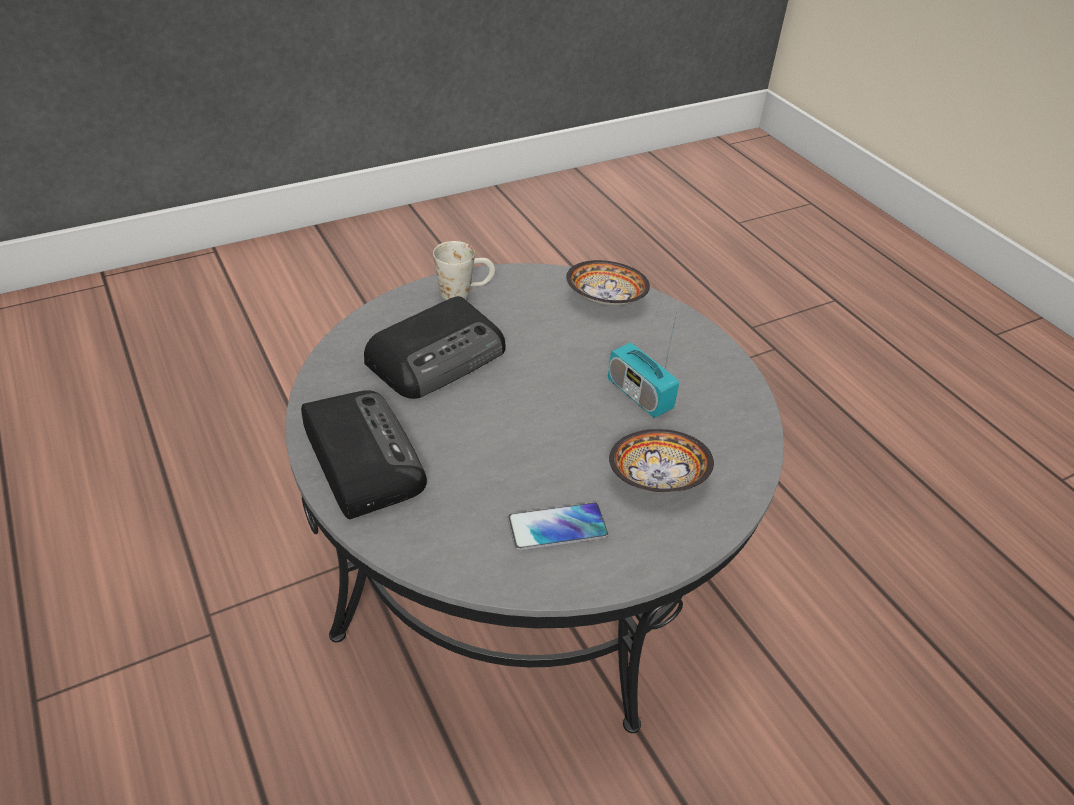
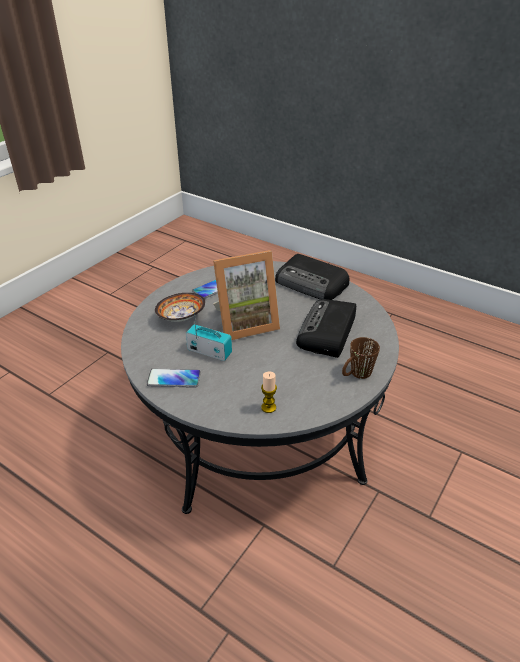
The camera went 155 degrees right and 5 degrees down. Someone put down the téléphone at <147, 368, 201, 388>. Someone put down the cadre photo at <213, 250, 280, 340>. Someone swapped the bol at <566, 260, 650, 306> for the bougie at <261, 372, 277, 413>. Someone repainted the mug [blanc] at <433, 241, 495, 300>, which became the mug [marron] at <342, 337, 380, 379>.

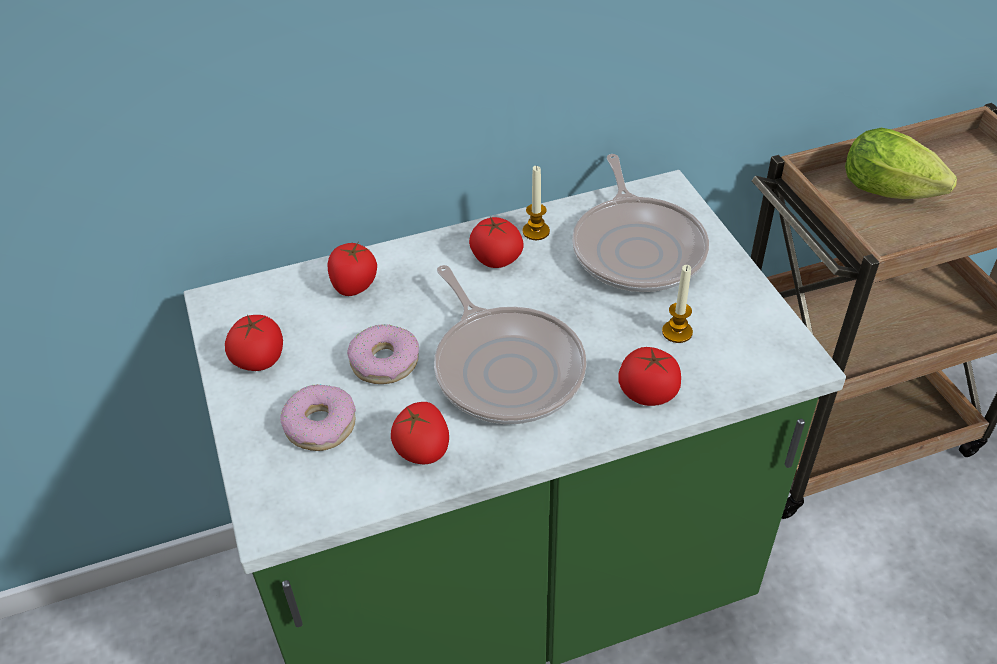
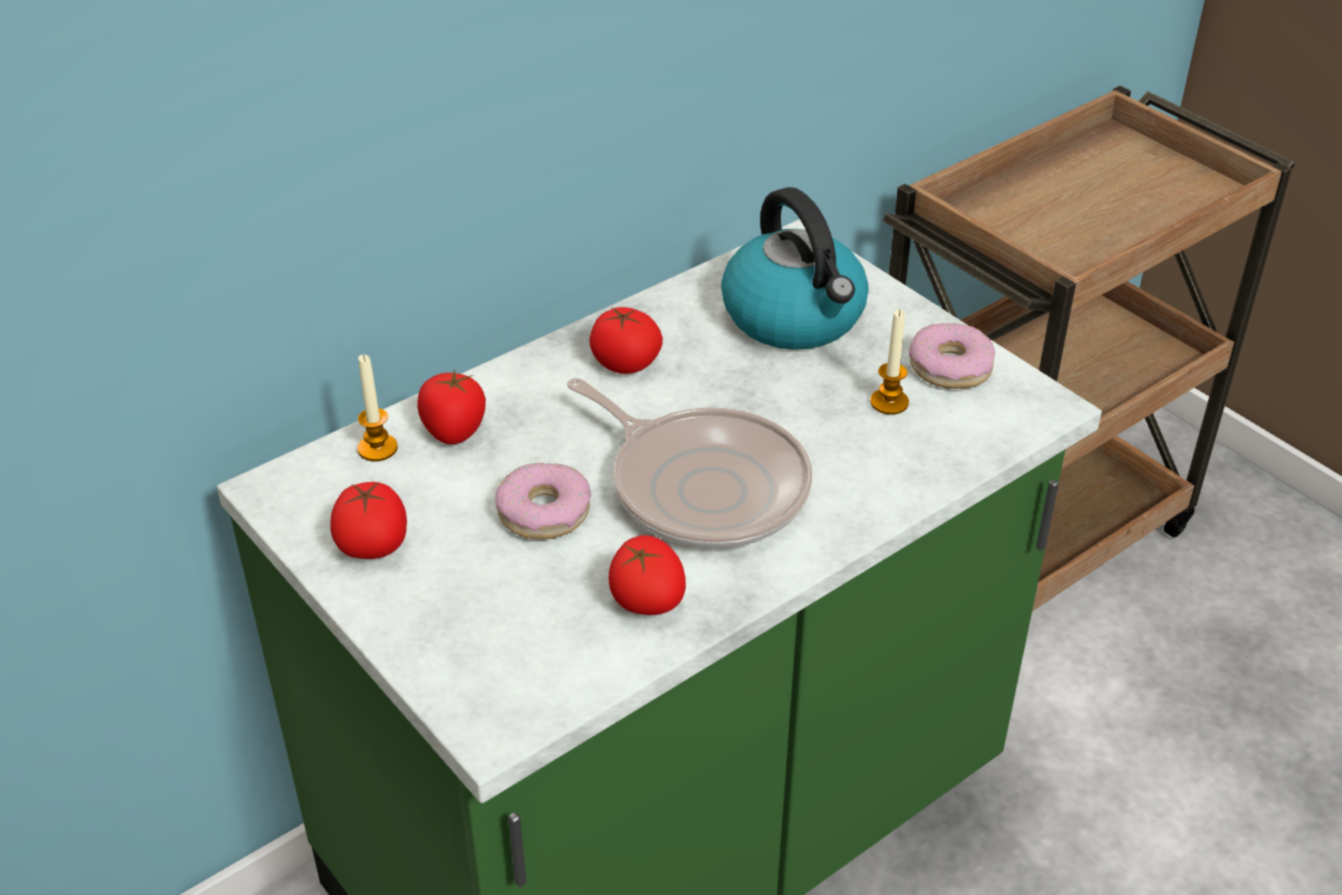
The camera went 20 degrees left and 5 degrees down. Someone took away the tomate at <618, 347, 681, 406>. Someone took away the laitue at <845, 128, 957, 199>. Someone carried the beignet from <281, 384, 356, 451> to <909, 323, 995, 389>. Someone carried the bougie from <523, 166, 550, 240> to <357, 354, 398, 462>. Someone swapped the poêle at <572, 154, 709, 292> for the bouilloire at <721, 187, 869, 350>.

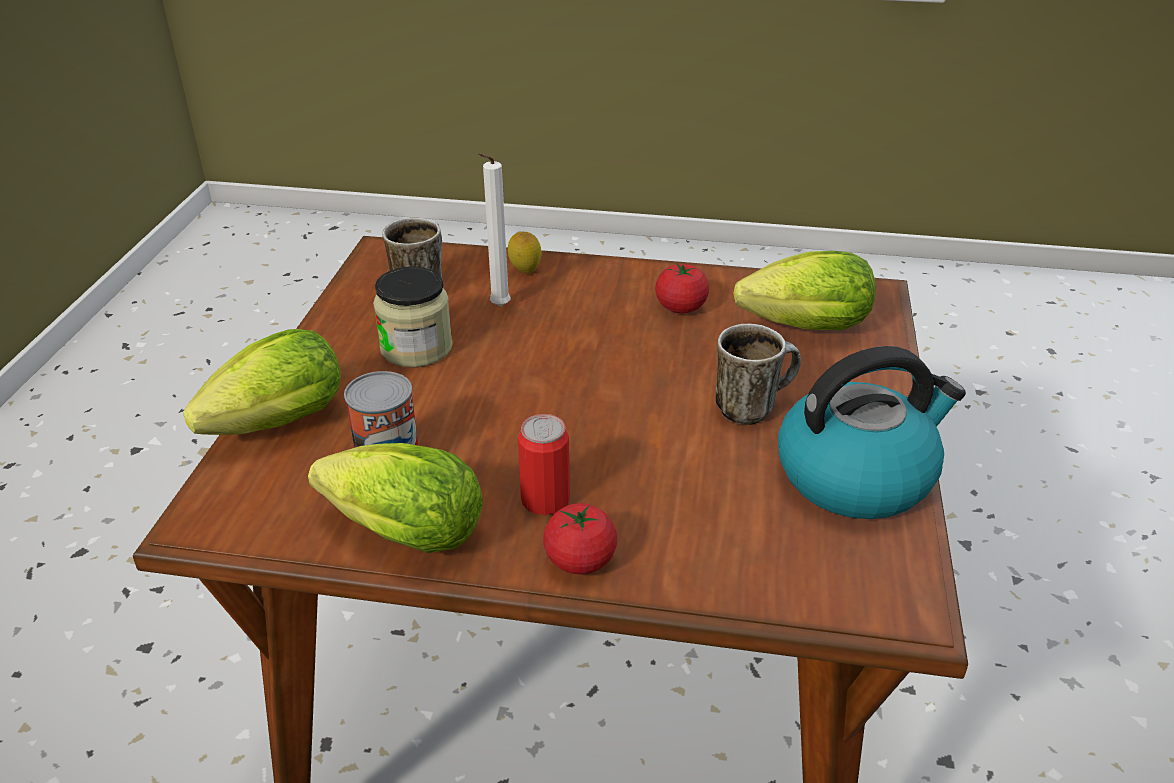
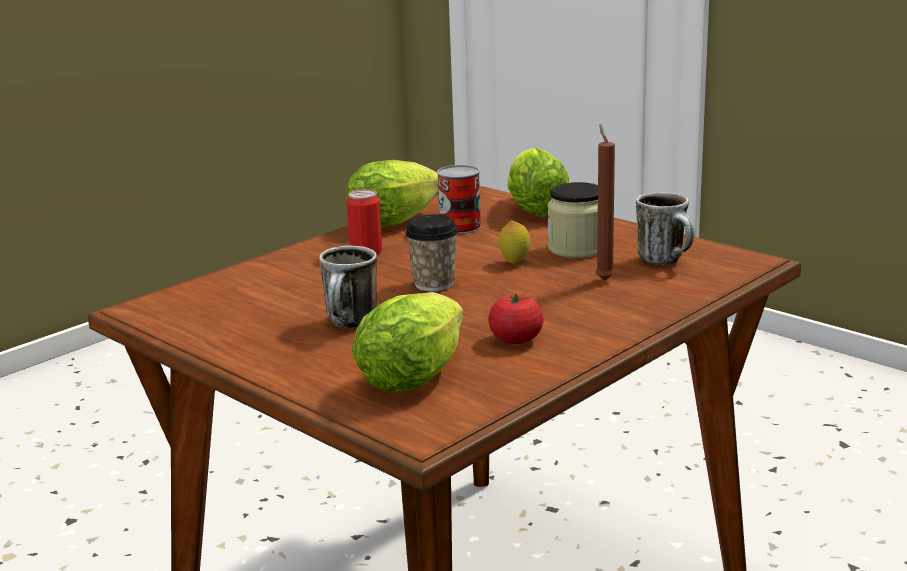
The camera went 125 degrees right and 15 degrees down. Someone took away the tomate at <543, 503, 617, 575>. Someone took away the bouilloire at <778, 346, 966, 519>. Someone put down the tasse at <405, 215, 458, 292>. Someone carried the citron from <508, 232, 541, 273> to <499, 220, 530, 264>. Someone repainted the bougie [blanc] at <478, 153, 511, 307>, which became the bougie [marron] at <595, 124, 615, 280>.

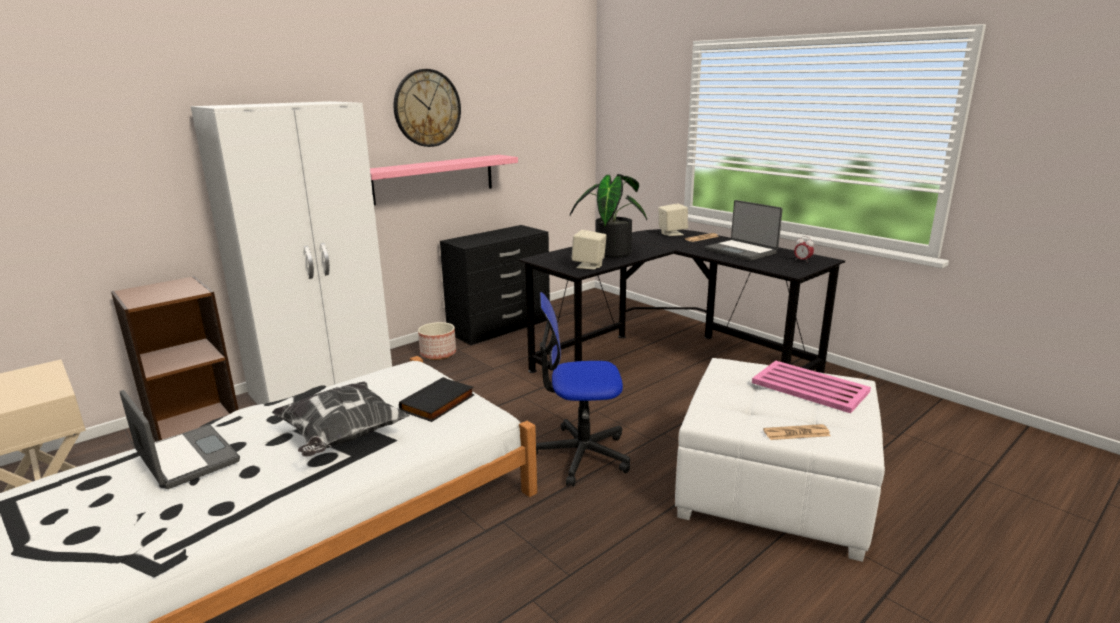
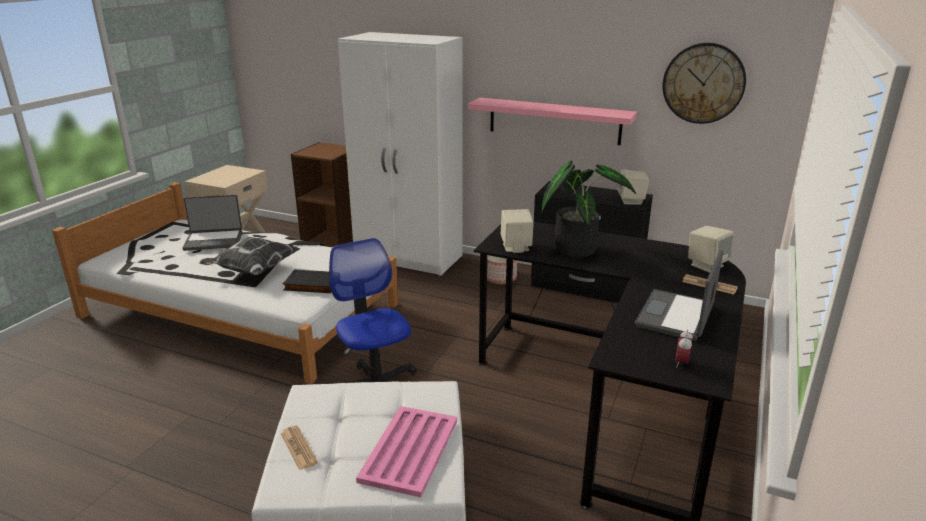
The camera went 65 degrees right and 5 degrees up. Someone put down the enceinte [beige] at <618, 169, 649, 204>. Someone carried the horloge murale from <393, 69, 461, 147> to <663, 43, 746, 124>. Someone rotated the ordinateur portable at <120, 390, 240, 489> by 60 degrees clockwise.

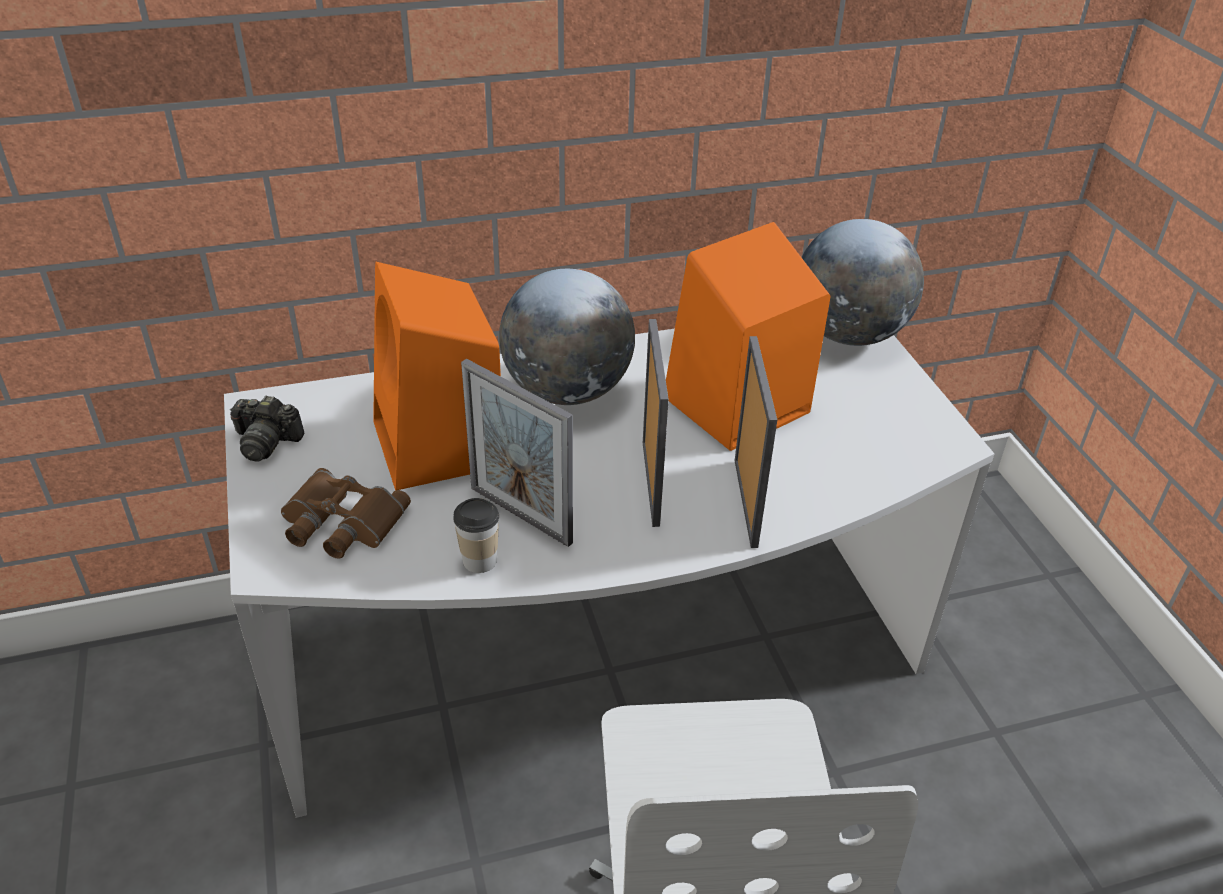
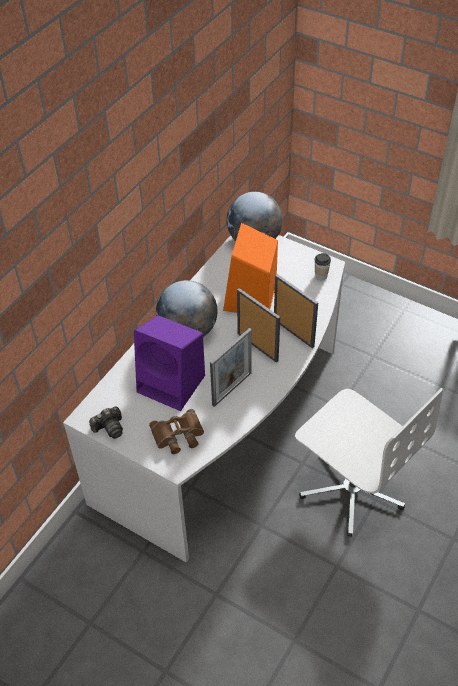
The camera went 40 degrees left and 10 degrees up. Someone carried the tasse from <453, 498, 499, 573> to <315, 253, 331, 280>. Someone repainted the enceinte [orange] at <373, 262, 501, 490>, which became the enceinte [violet] at <134, 315, 205, 411>. Someone rotated the cadre photo at <461, 359, 573, 547> by 45 degrees counterclockwise.

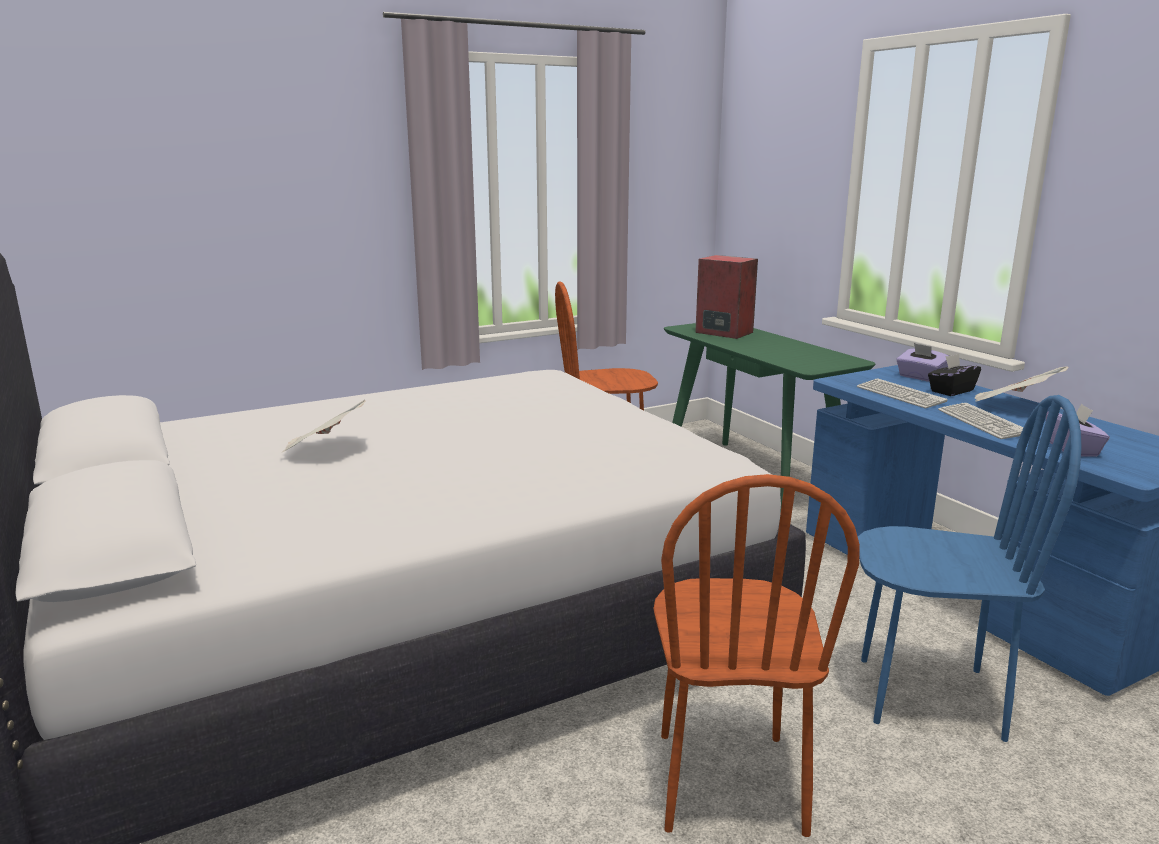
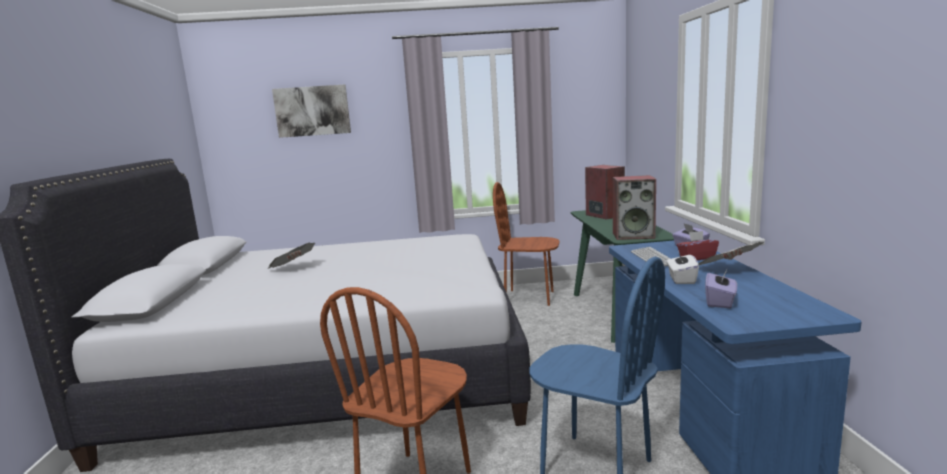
The camera went 25 degrees right and 5 degrees down. Someone put up the tableau at <272, 84, 351, 138>. Someone put down the enceinte at <613, 175, 656, 240>. Someone swapped the clavier at <938, 403, 1024, 439> for the boîte à mouchoirs [blanc] at <667, 251, 699, 284>. Someone repainted the boîte à mouchoirs [noir] at <928, 354, 981, 396>, which became the boîte à mouchoirs [rouge] at <677, 231, 719, 260>.

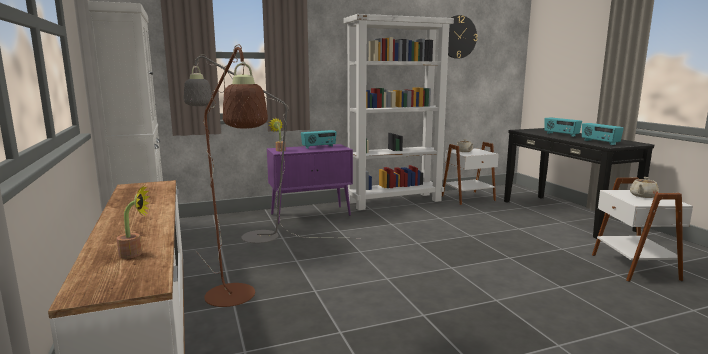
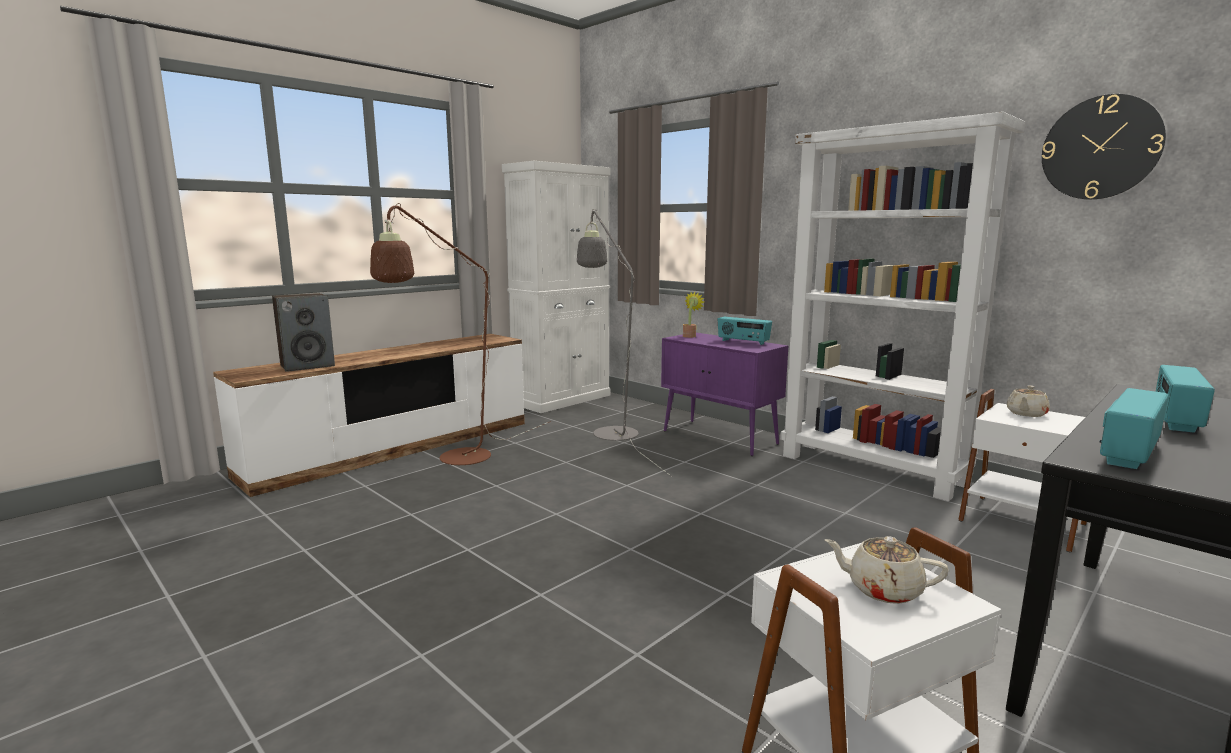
The camera went 65 degrees right and 0 degrees up. Someone swapped the plante en pot at <116, 185, 150, 259> for the enceinte at <272, 293, 335, 372>.

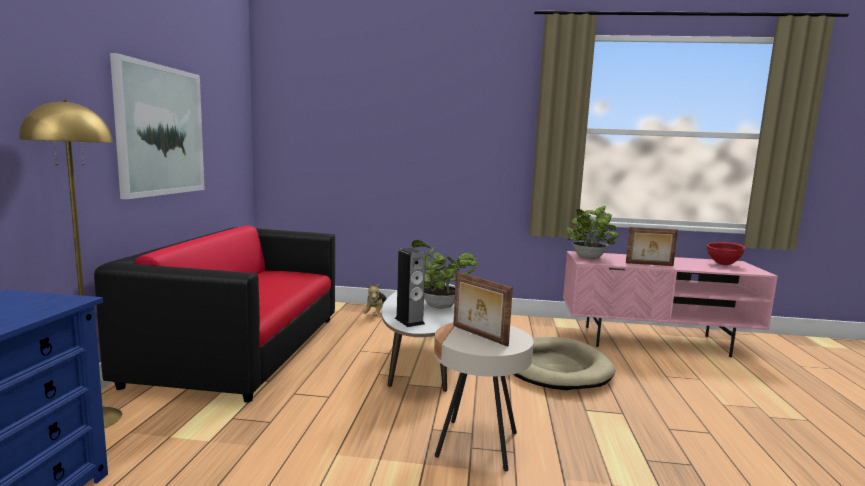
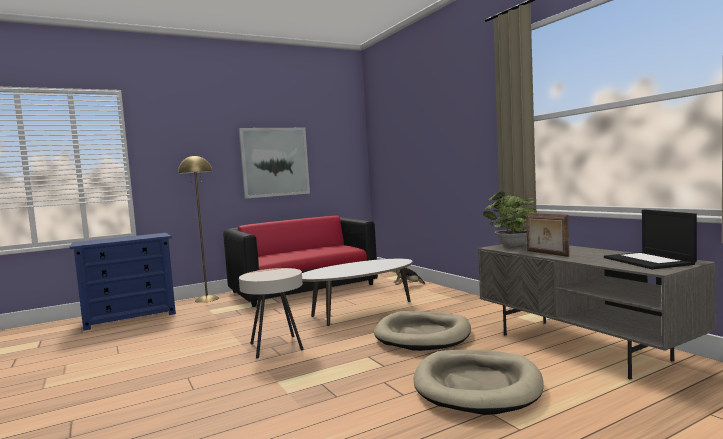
The camera went 55 degrees right and 5 degrees down. Someone took away the enceinte at <395, 248, 426, 327>. Someone took away the plante en pot at <412, 240, 477, 309>. Someone took away the cadre photo at <453, 272, 513, 347>. Someone put down the panier pour chien [beige] at <414, 350, 544, 415>. Someone swapped the bol [rouge] at <707, 242, 745, 265> for the ordinateur portable at <604, 209, 697, 269>. Someone repainted the meuble télé [rose] at <563, 251, 778, 357>, which became the meuble télé [gris] at <478, 241, 716, 379>.

